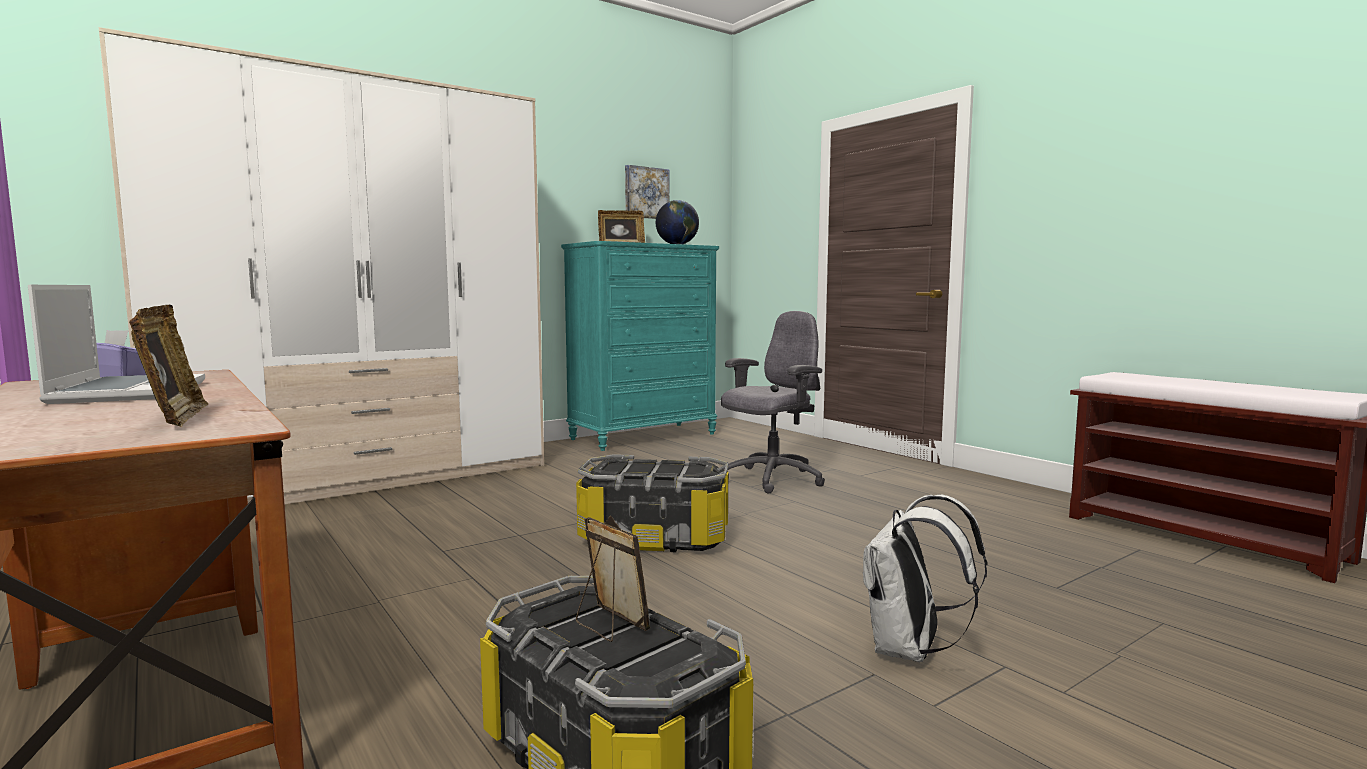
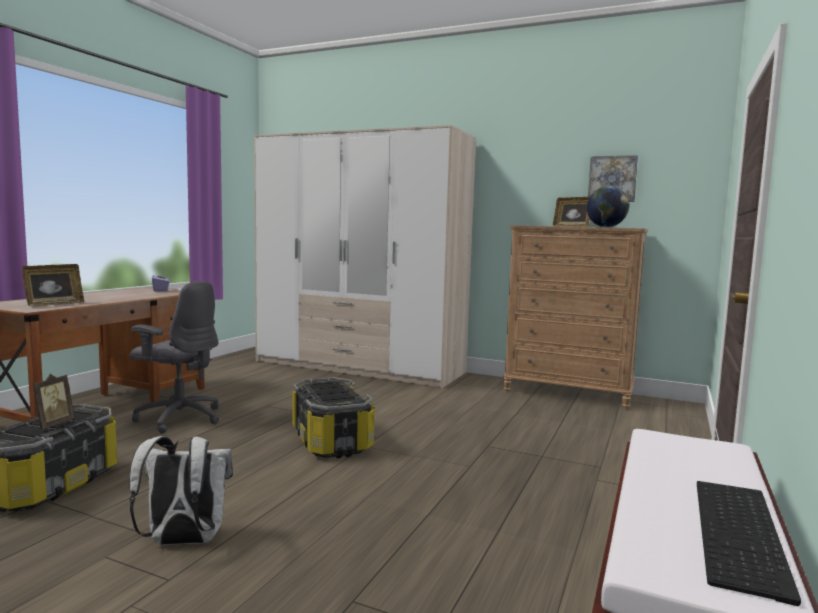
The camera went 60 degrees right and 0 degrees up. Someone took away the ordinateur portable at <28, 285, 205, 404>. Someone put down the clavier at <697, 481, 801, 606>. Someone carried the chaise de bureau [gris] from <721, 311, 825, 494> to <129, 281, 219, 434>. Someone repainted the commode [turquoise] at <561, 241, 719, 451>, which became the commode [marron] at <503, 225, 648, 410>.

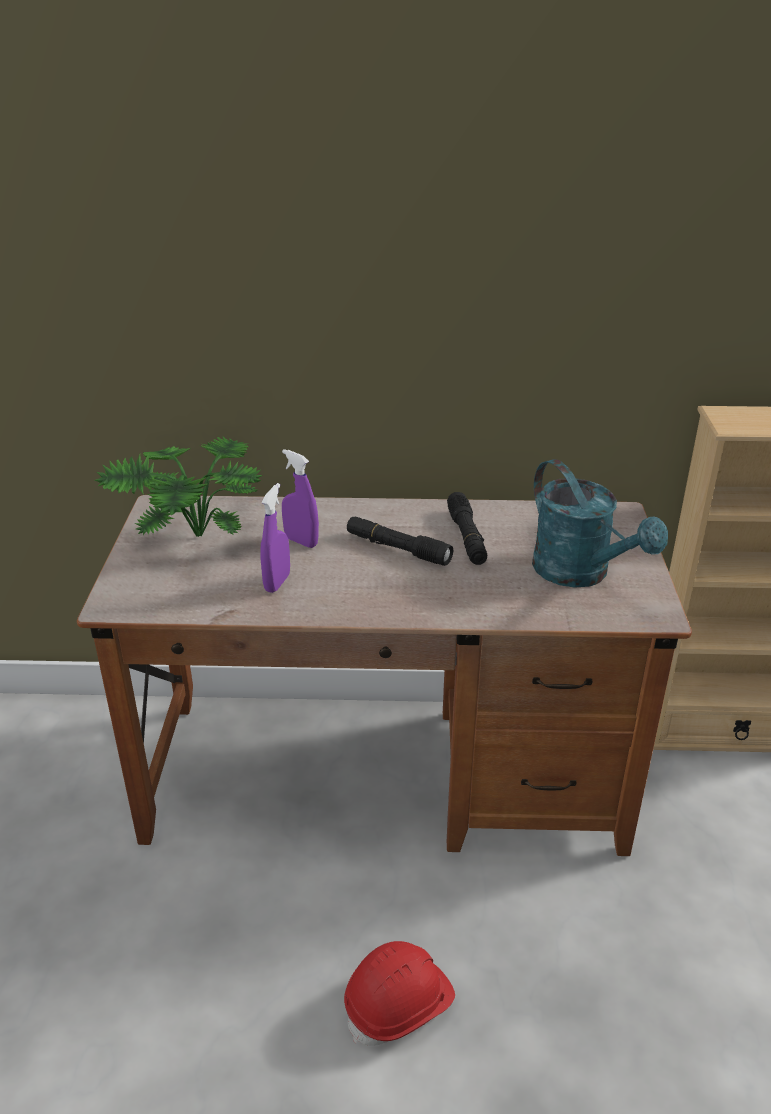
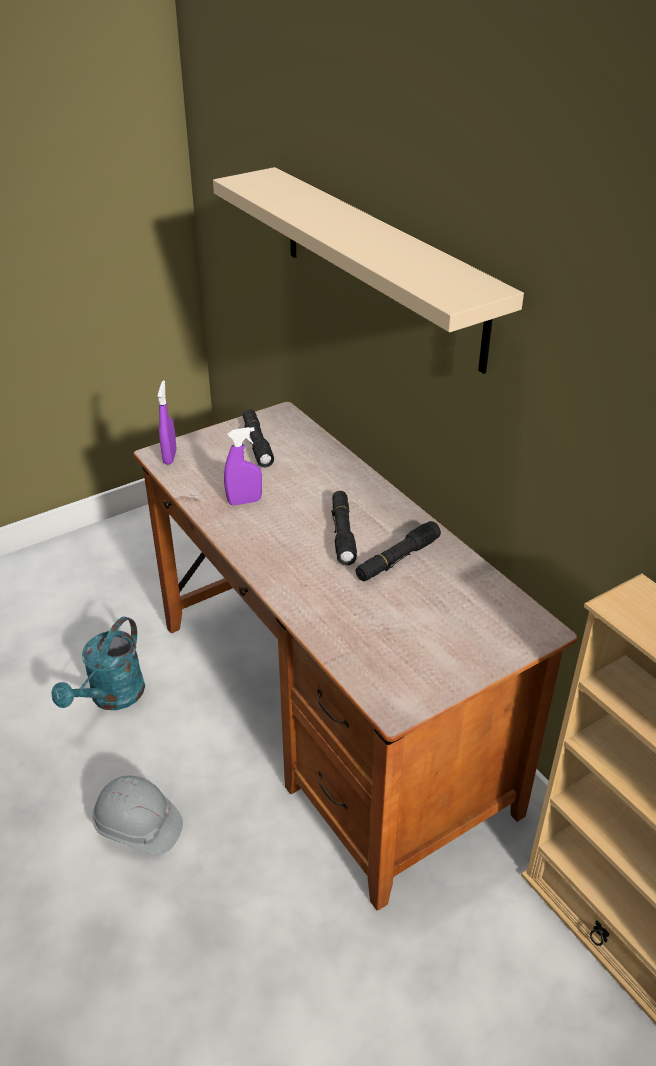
The camera went 55 degrees right and 5 degrees up. Someone put up the étagère [beige] at <213, 167, 524, 374>. Someone carried the vaporisateur [violet] from <282, 449, 319, 548> to <158, 381, 177, 464>. Someone carried the arrosoir [turquoise] from <532, 459, 668, 588> to <51, 617, 145, 710>. Someone swapped the plante en pot at <94, 436, 262, 537> for the lampe de poche [noir] at <243, 409, 274, 467>. Someone repainted the casque de chantier [rouge] at <344, 941, 455, 1046>, which became the casque de chantier [gris] at <92, 776, 183, 854>.

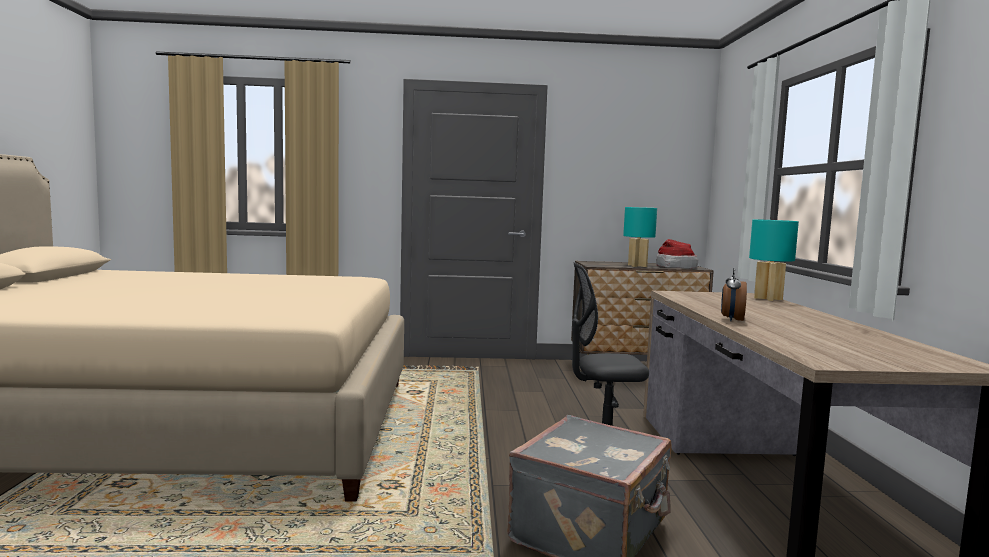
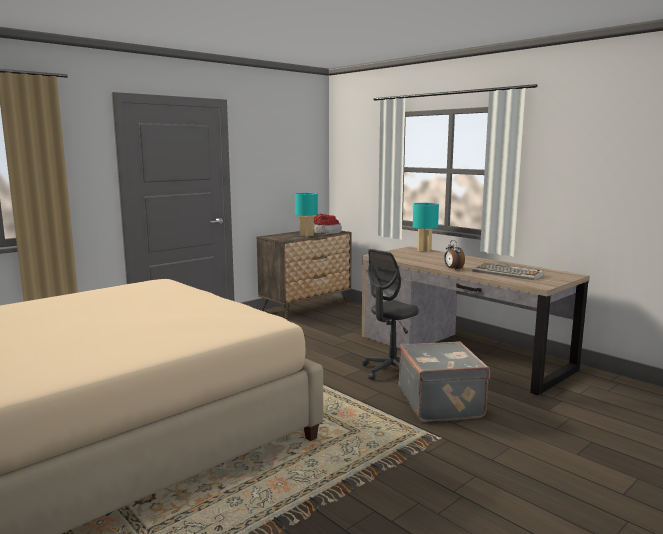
The camera went 40 degrees left and 5 degrees up. Someone put down the clavier at <472, 263, 544, 280>.

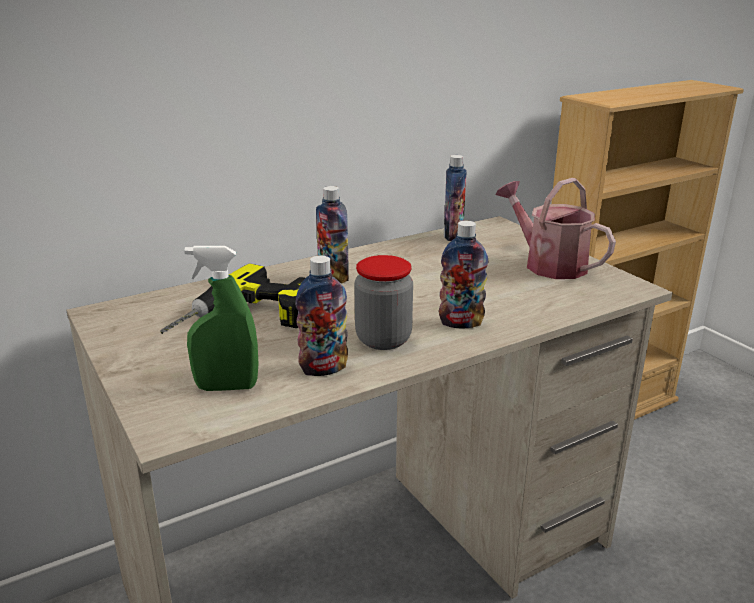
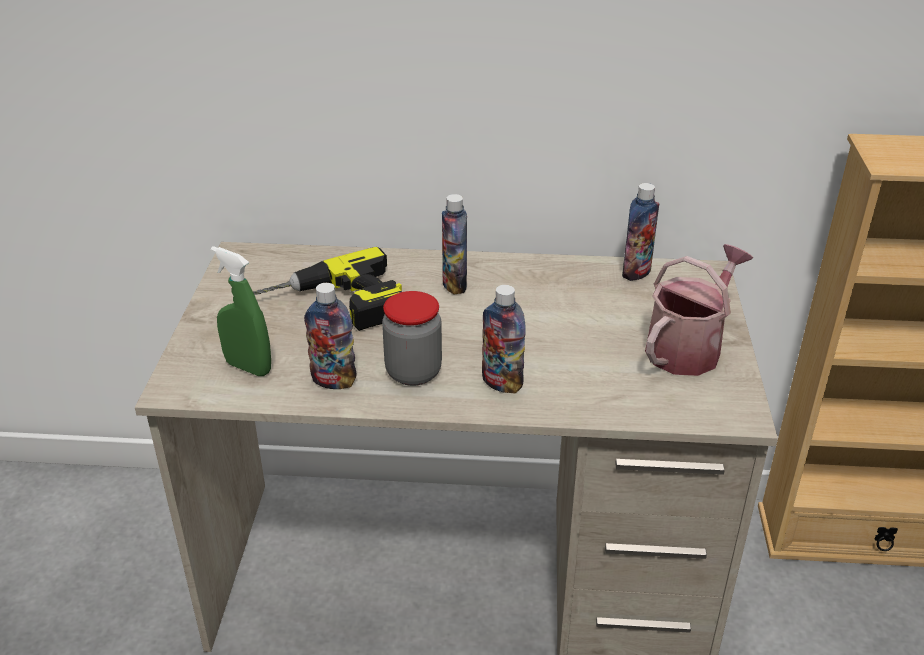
The camera went 35 degrees right and 10 degrees up. Someone rotated the arrosoir at <495, 178, 616, 279> by 45 degrees clockwise.

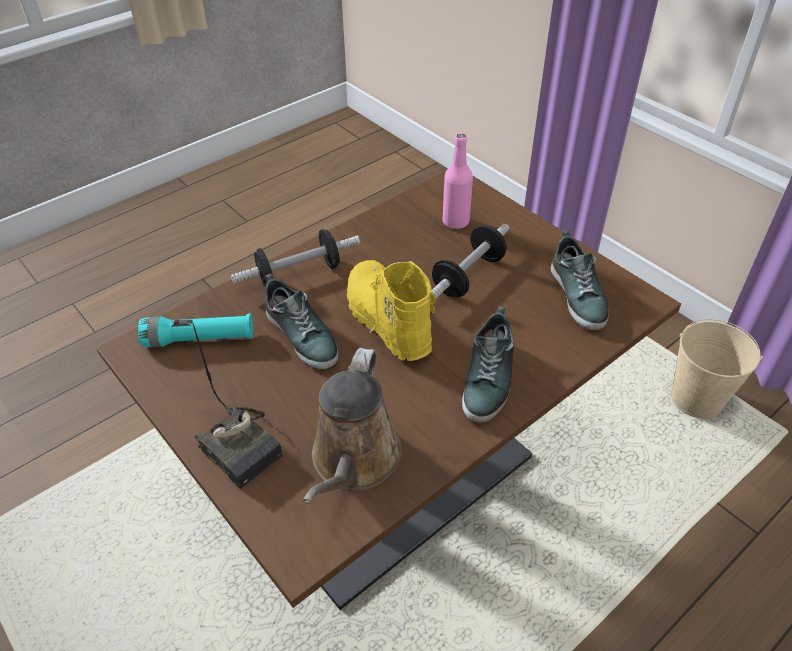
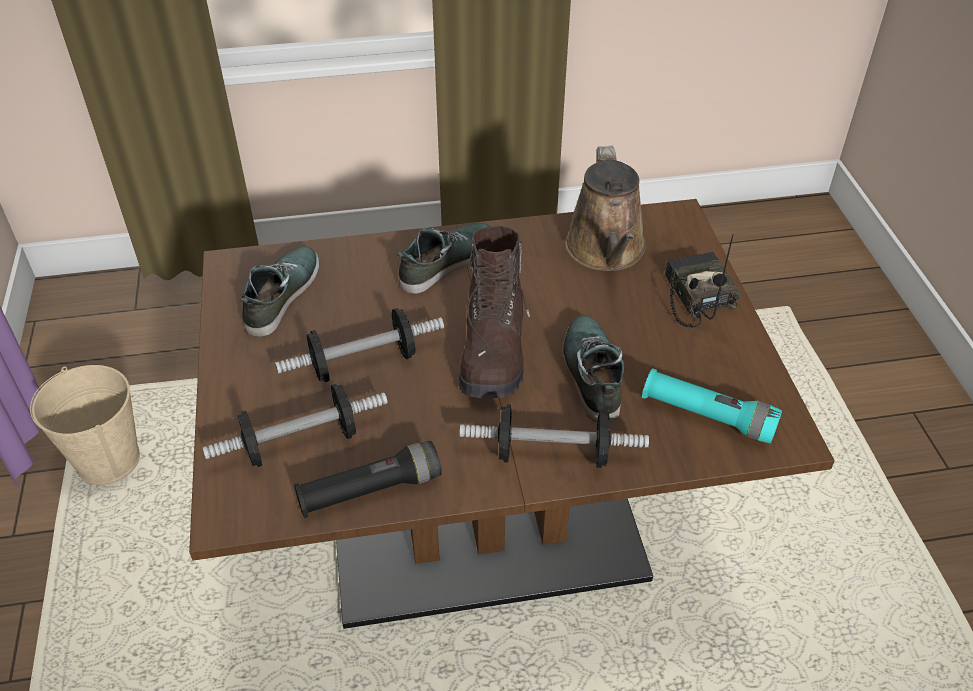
The camera went 150 degrees left and 0 degrees up. Someone put down the lampe de poche [noir] at <294, 440, 442, 518>. Someone swapped the bouteille [rose] at <443, 133, 473, 229> for the haltère at <202, 384, 388, 467>. Someone repainted the botte [jaune] at <347, 260, 436, 361>, which became the botte [marron] at <459, 226, 530, 398>. Someone rotated the arrosoir [marron] at <303, 348, 402, 504> by 135 degrees clockwise.

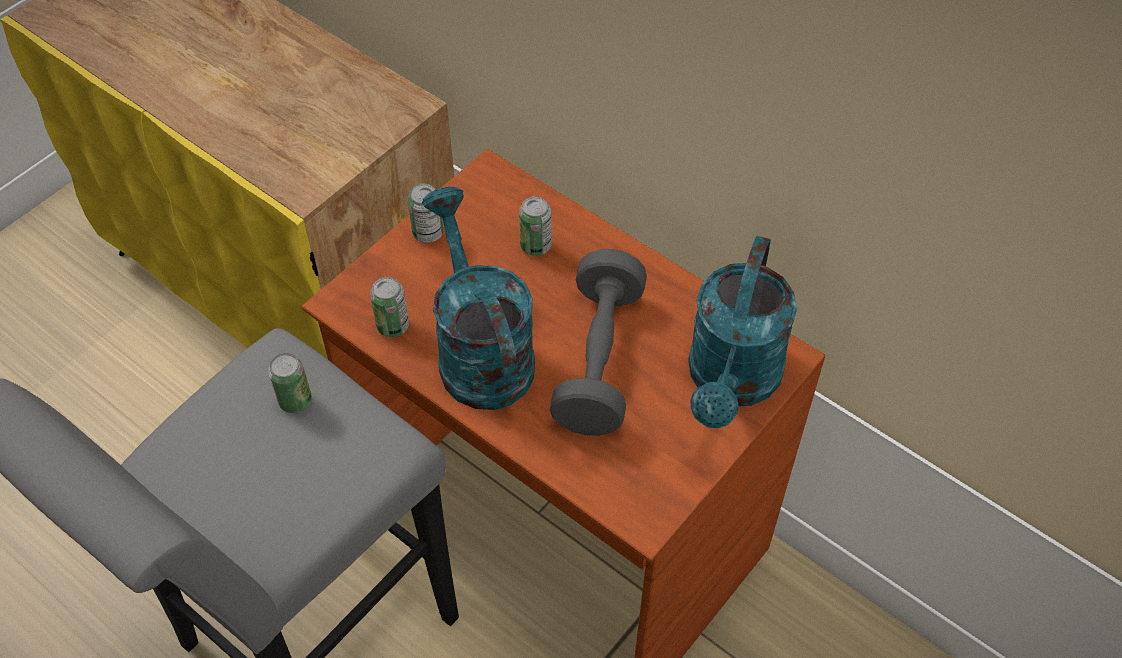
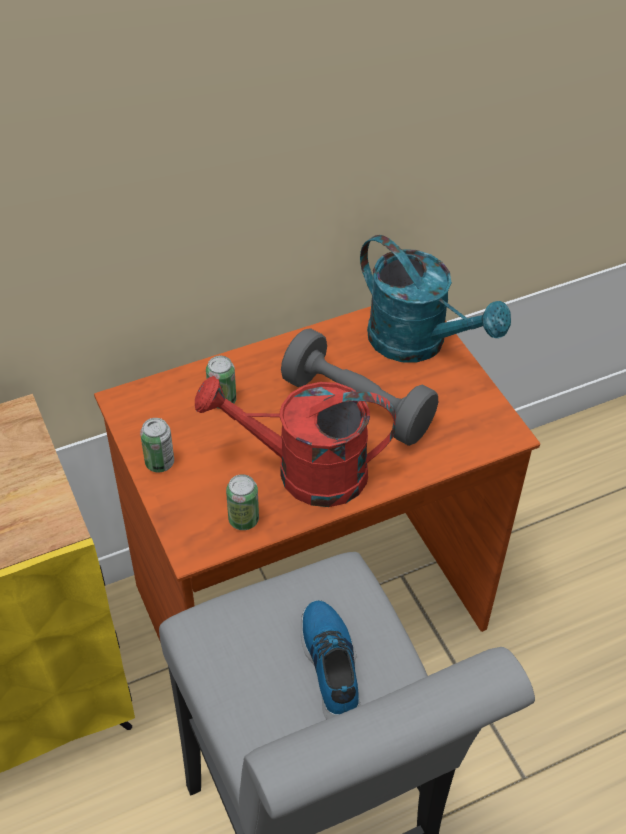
The camera went 65 degrees left and 5 degrees down. Someone took away the boîte métallique at <268, 353, 312, 413>. Someone put down the chaussure at <301, 600, 361, 719>. Someone repainted the arrosoir [turquoise] at <422, 186, 535, 410>, which became the arrosoir [rouge] at <195, 376, 396, 507>.

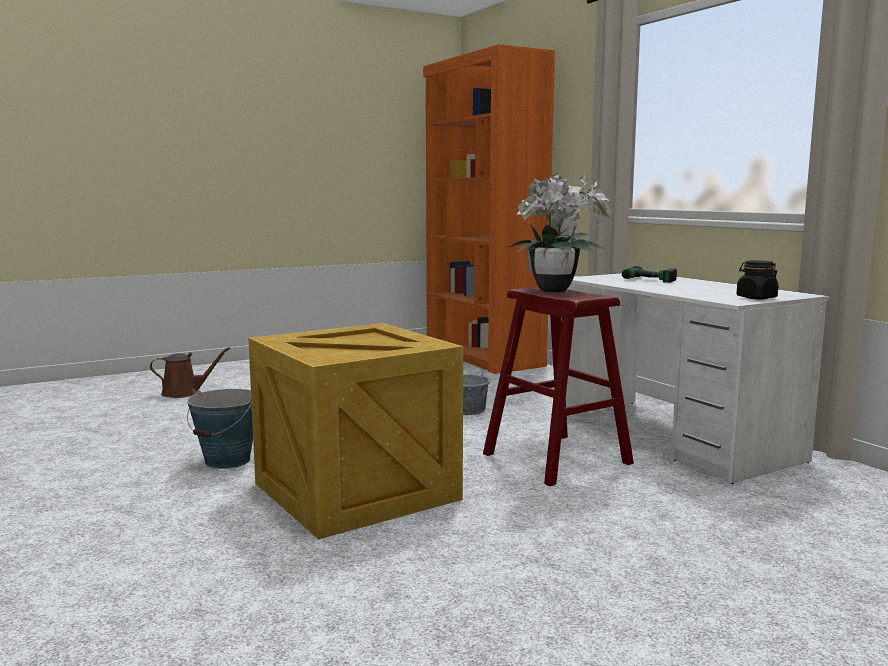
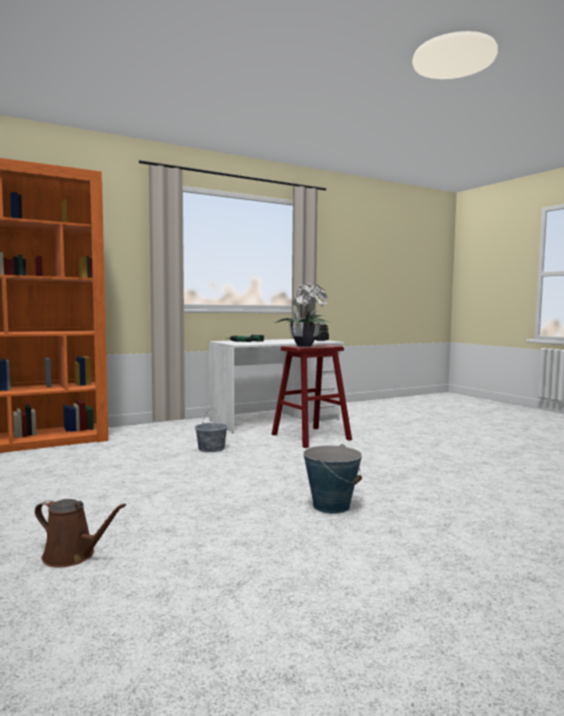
The camera went 90 degrees left and 5 degrees down. Someone took away the caisse at <248, 323, 463, 539>. Someone rotated the arrosoir [marron] at <150, 347, 230, 398> by 120 degrees clockwise.

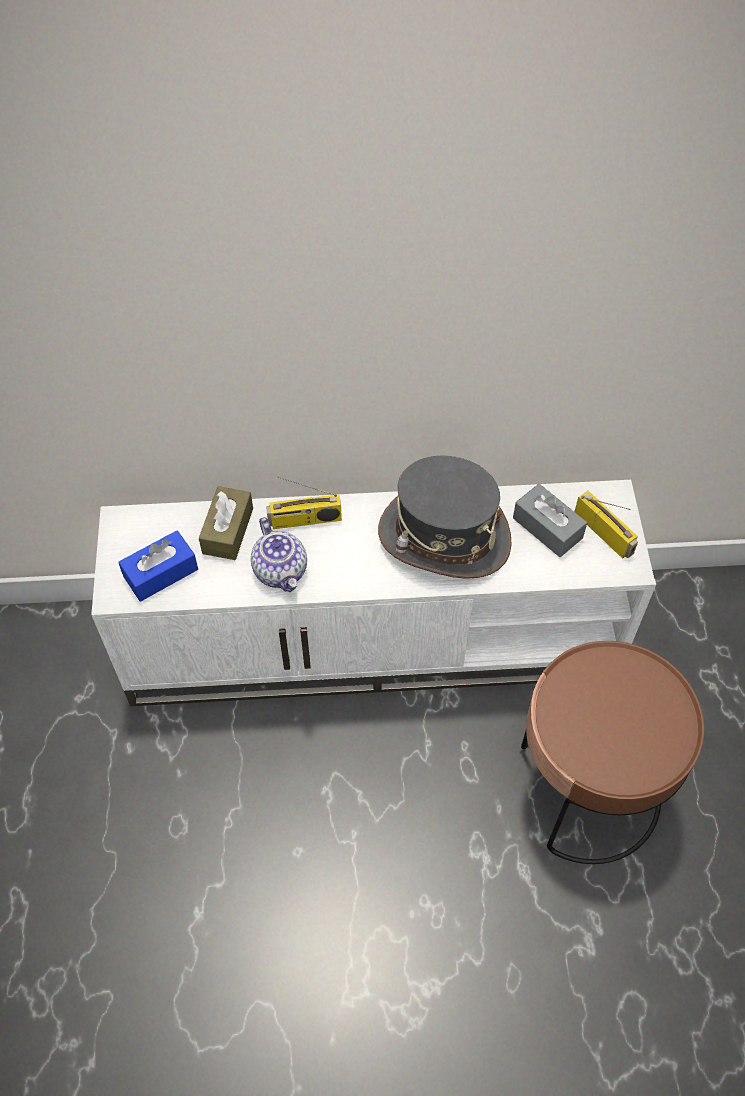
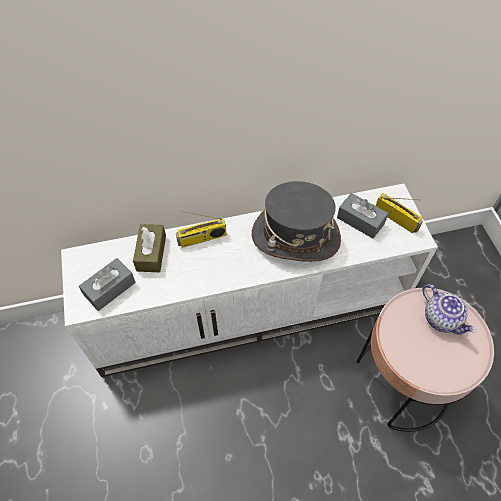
The camera went 10 degrees left and 0 degrees up. Someone carried the théière from <251, 517, 307, 592> to <422, 284, 476, 335>. Someone repainted the boîte à mouchoirs [bleu] at <118, 530, 198, 602>, which became the boîte à mouchoirs [gris] at <79, 258, 135, 311>. Someone repainted the table d'appoint [marron] at <521, 641, 704, 864>, which became the table d'appoint [rose] at <357, 288, 494, 432>.

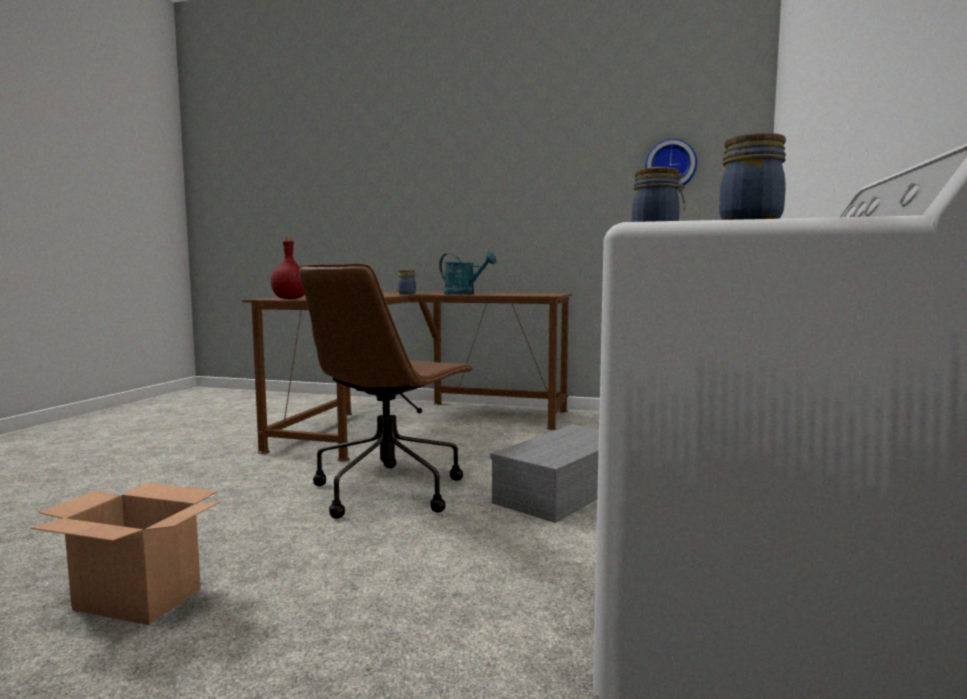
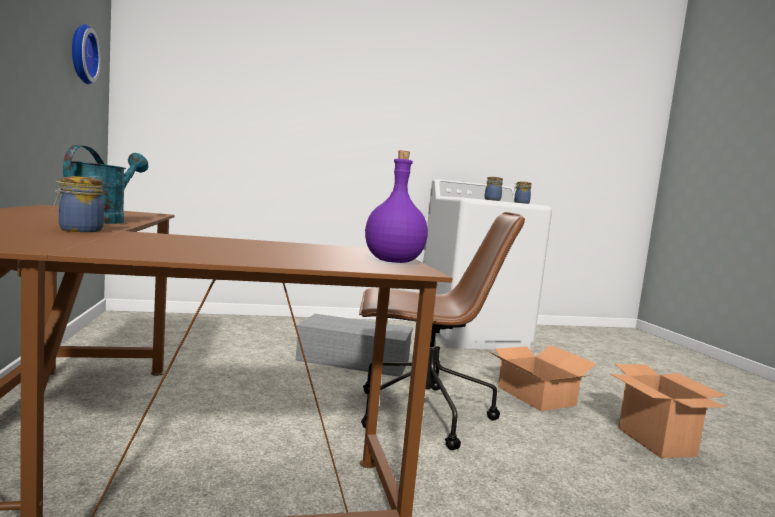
The camera went 120 degrees left and 0 degrees up. Someone put down the carton at <488, 345, 596, 411>. Someone repainted the bouteille [rouge] at <271, 236, 304, 299>, which became the bouteille [violet] at <365, 151, 428, 263>.

